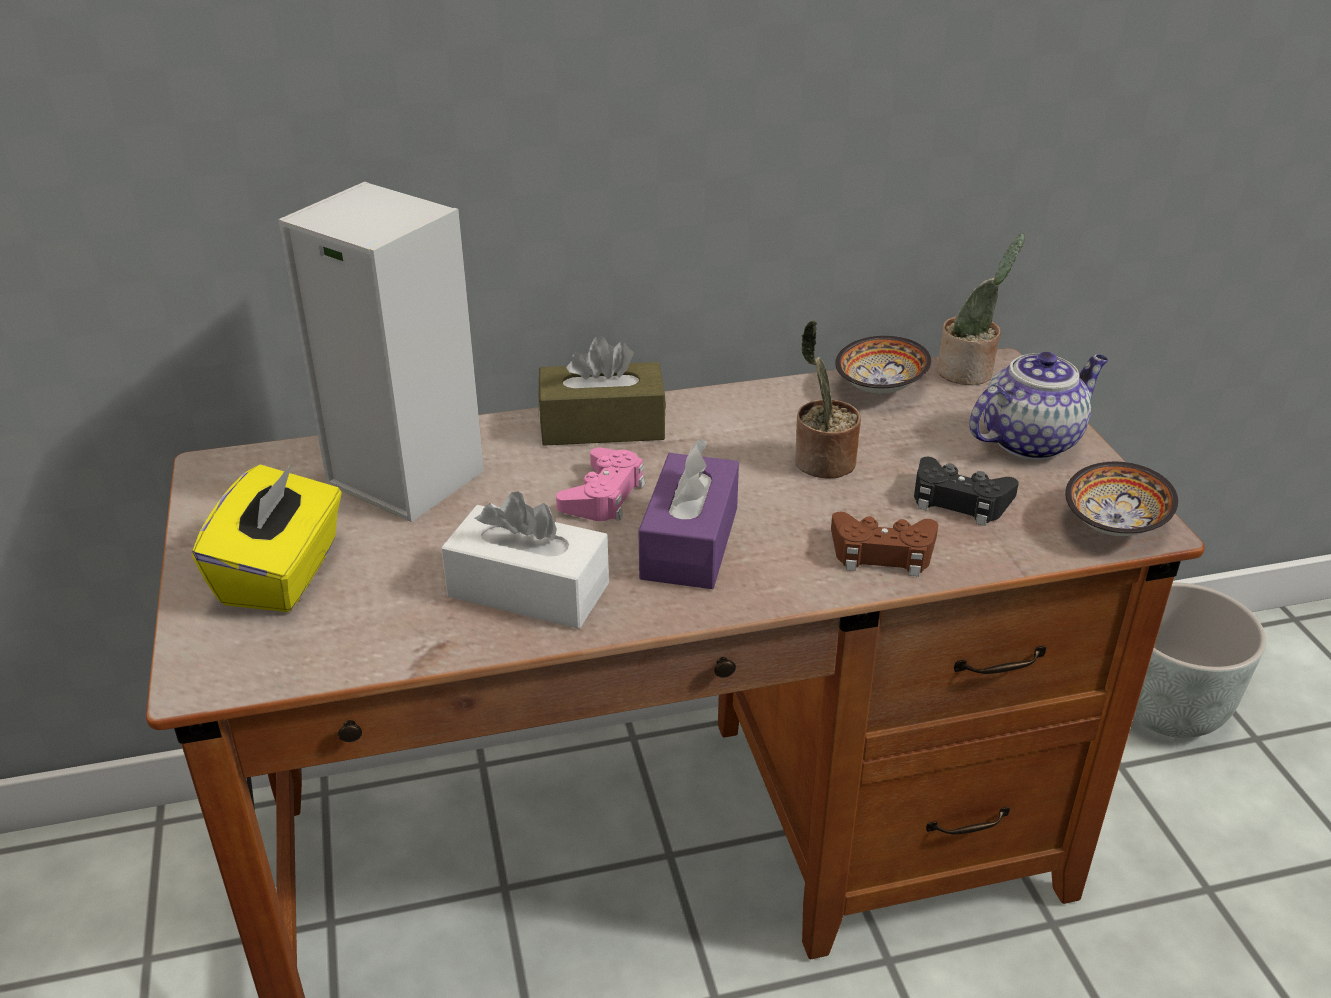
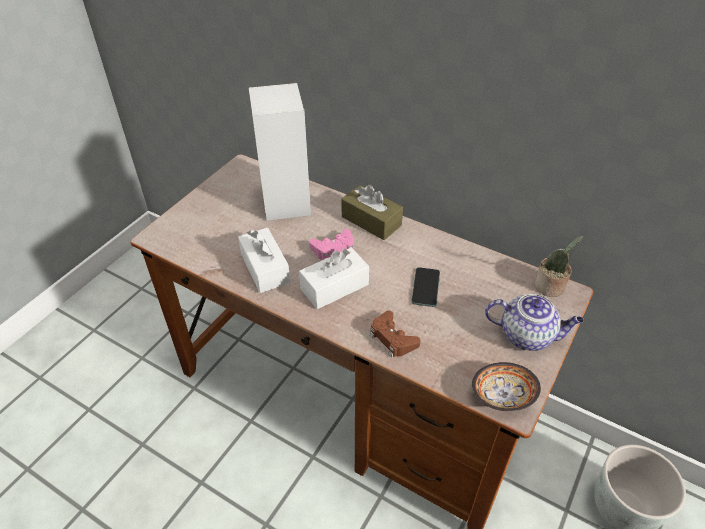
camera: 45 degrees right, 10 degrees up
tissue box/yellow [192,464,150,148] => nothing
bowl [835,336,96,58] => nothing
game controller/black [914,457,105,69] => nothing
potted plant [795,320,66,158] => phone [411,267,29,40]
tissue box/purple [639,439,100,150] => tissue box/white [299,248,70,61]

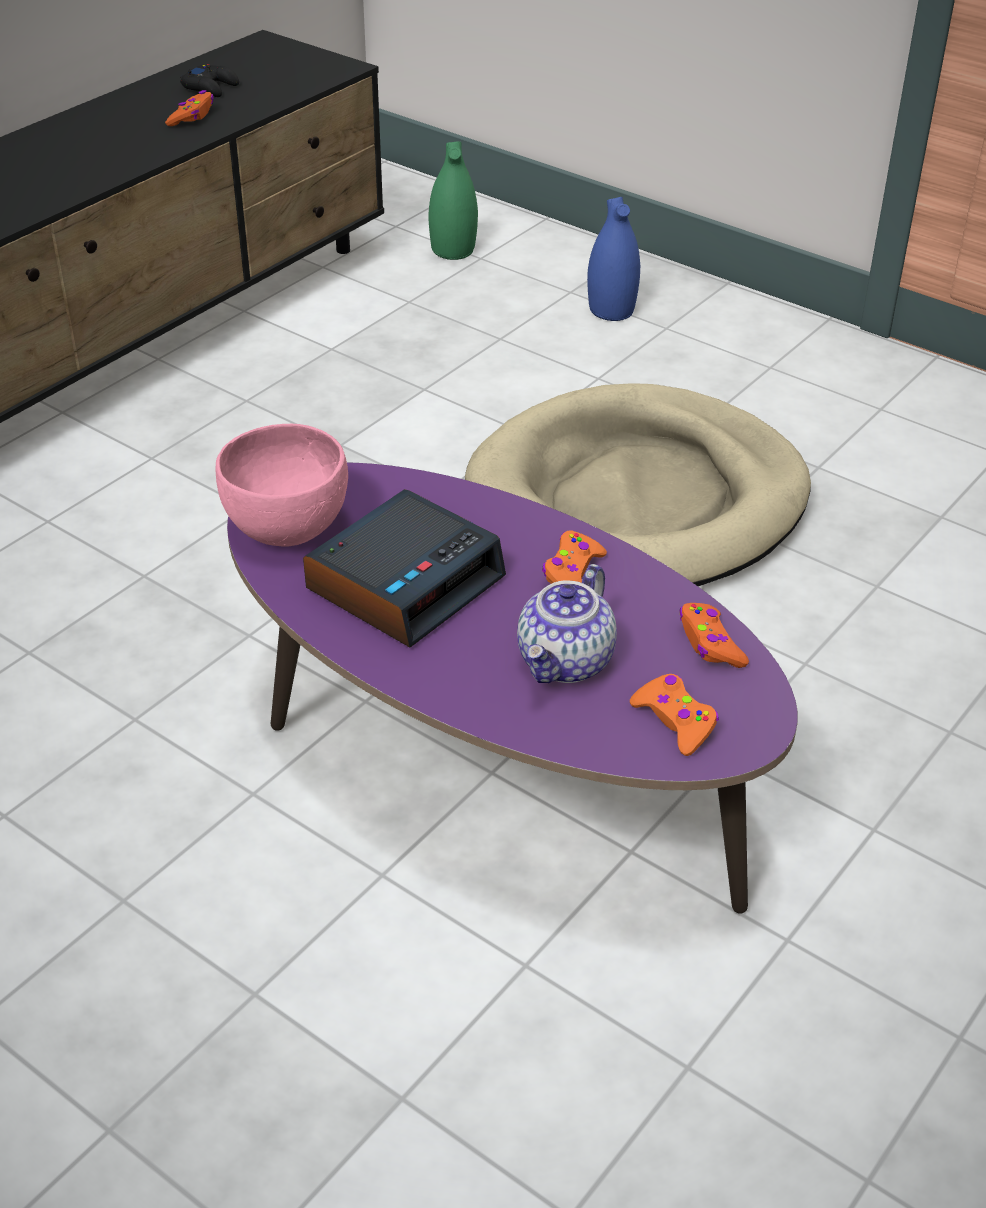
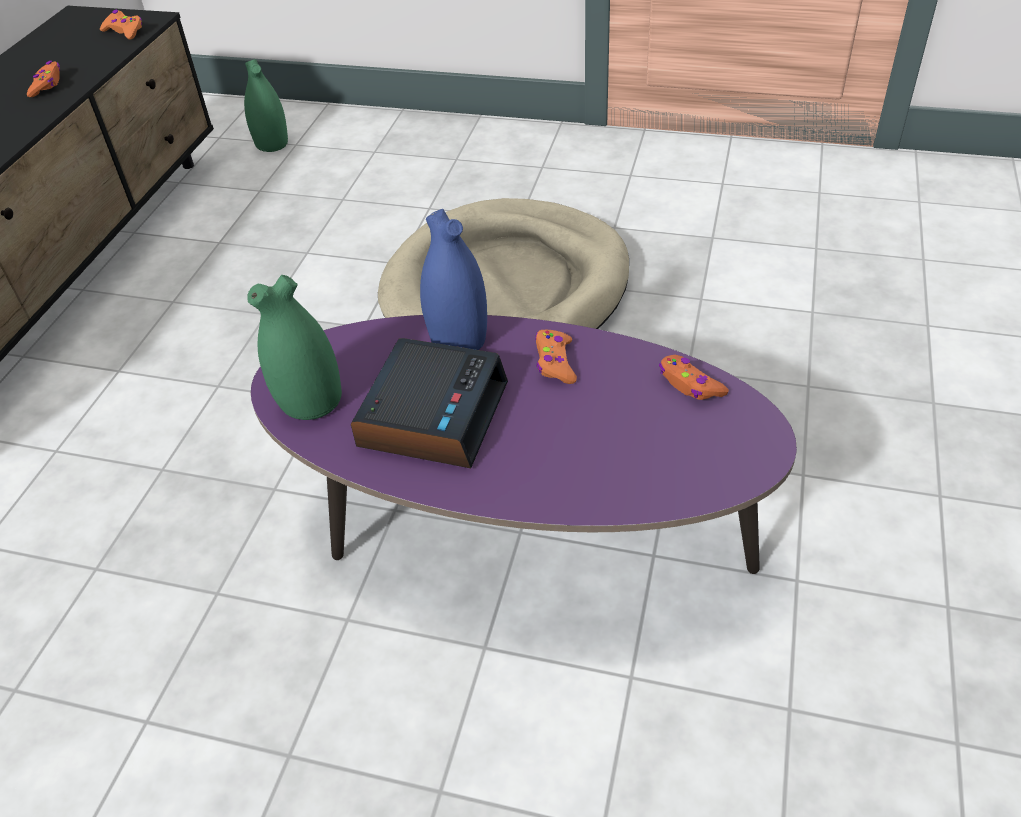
camera: 20 degrees left, 5 degrees up
game controller/black [180,64,59,33] => nothing
teapot [517,564,100,119] => nothing
vase/blue [587,197,53,124] => vase/blue [420,209,67,141], move
game controller/orange [630,674,89,82] => game controller/orange [100,10,42,30], move
bowl/pink [215,424,133,122] => vase/green [248,275,94,145]

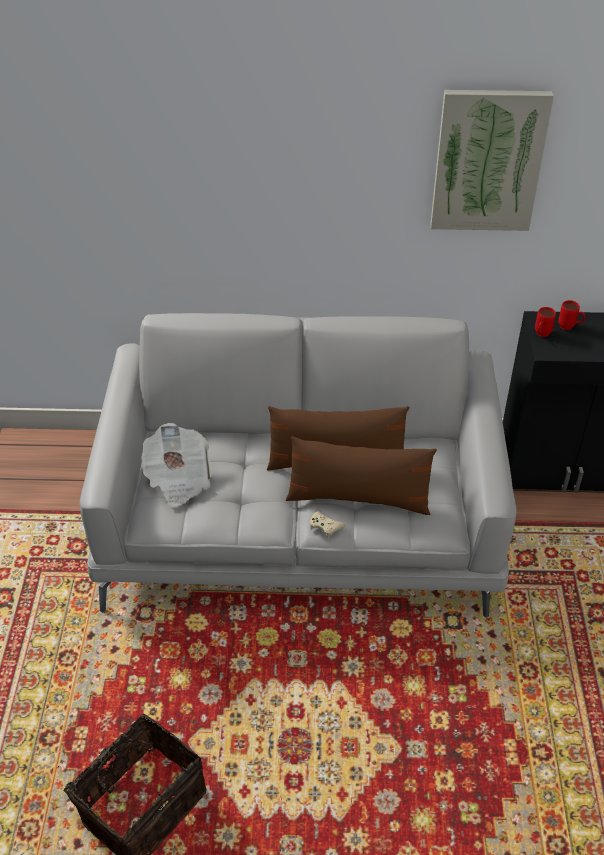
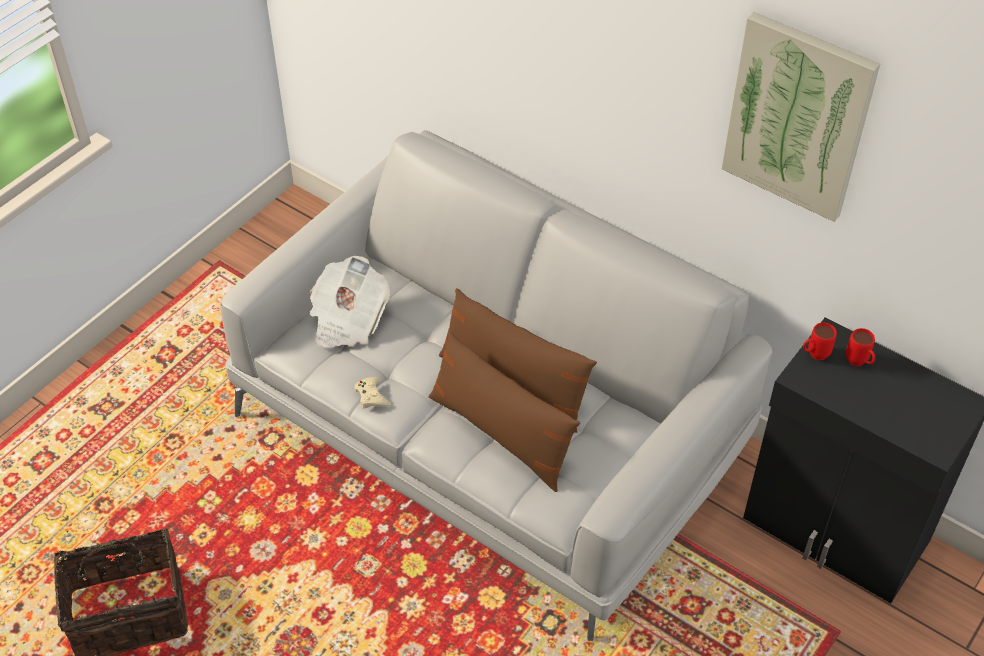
camera: 35 degrees right, 5 degrees up
game controller/beige [310,511,35,27] => game controller/beige [355,377,36,32], move

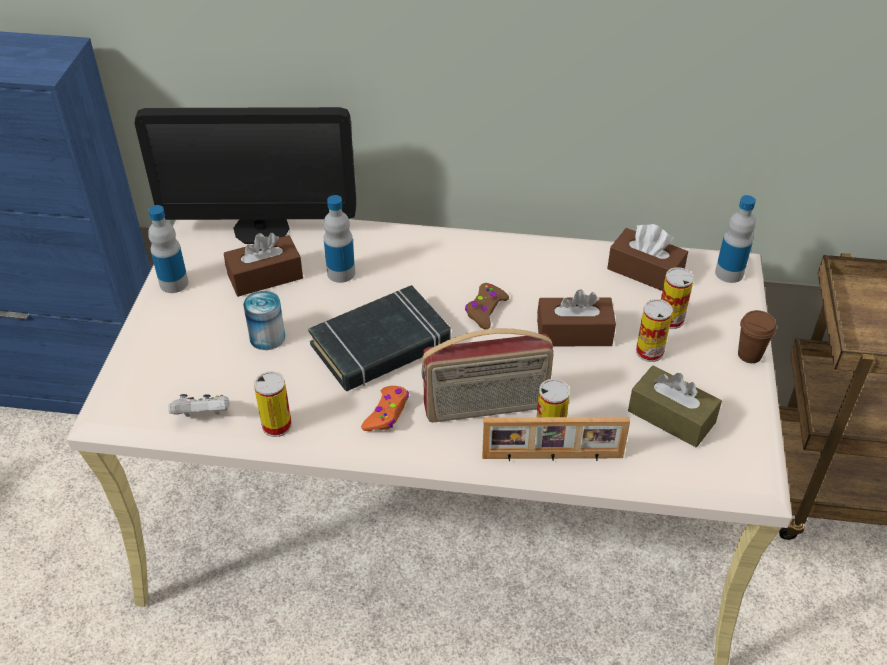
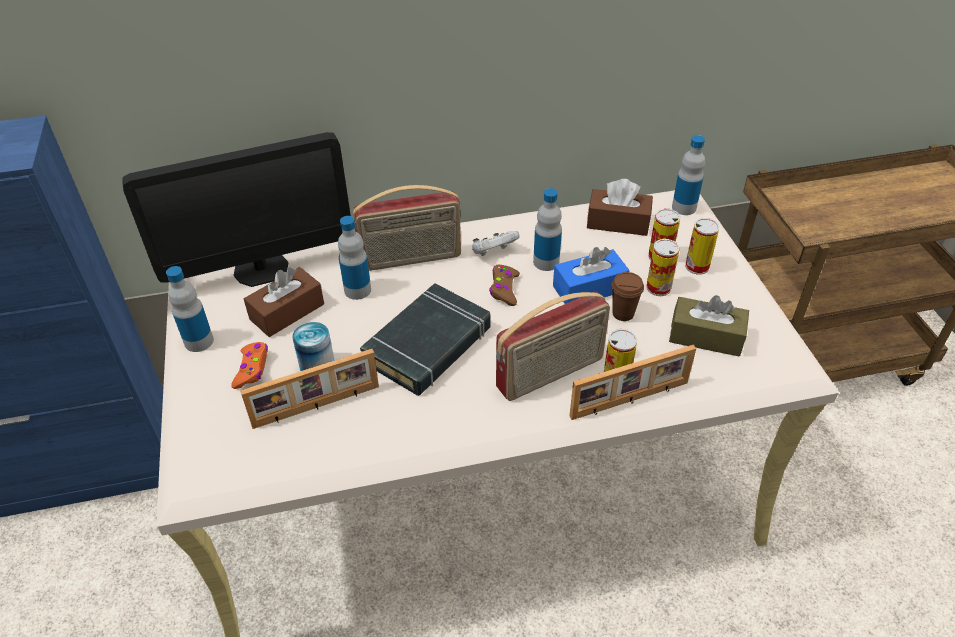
camera: 20 degrees left, 0 degrees up
nothing => picture frame [240,349,139,80]
nothing => radio [353,185,108,86]
nothing => bottle [533,188,29,83]
game controller/white [168,394,62,23] => game controller/white [472,231,48,25], move
can [254,371,38,66] => can [685,218,35,57], move
game controller/orange [361,386,48,45] => game controller/orange [231,342,37,47], move
cup/brown [738,310,38,53] => cup/brown [611,272,33,49], move
tissue box/brown [537,289,79,57] => tissue box/blue [553,247,77,57]

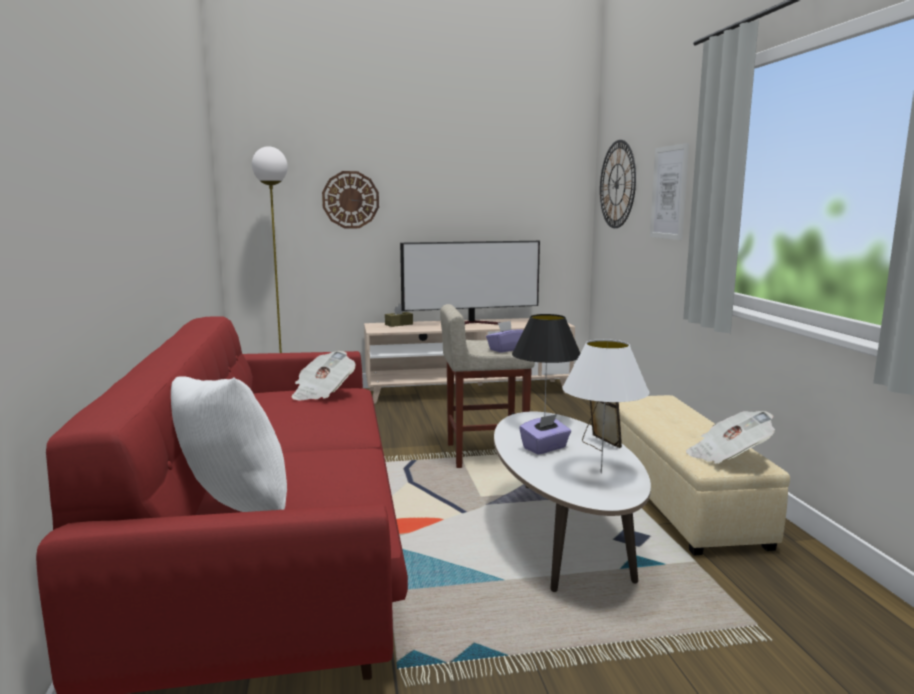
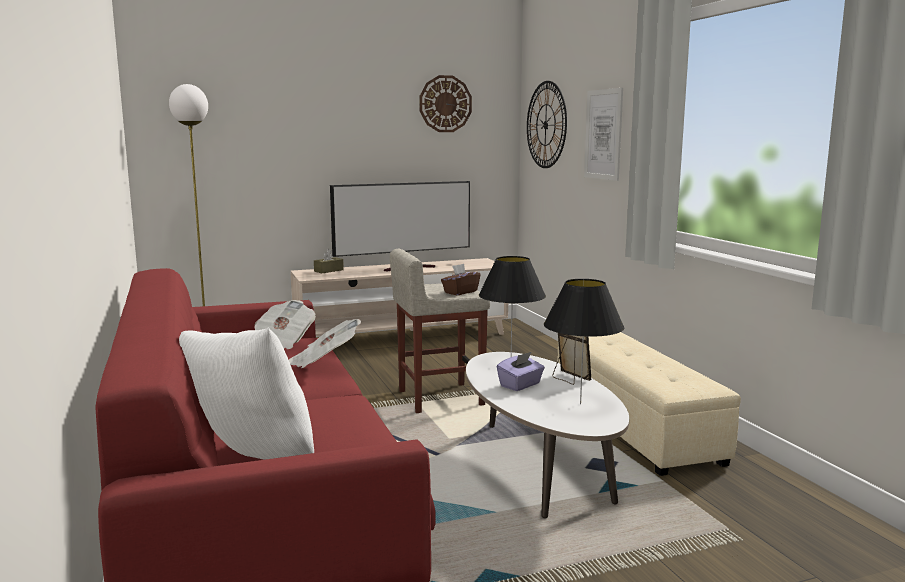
camera: 10 degrees left, 0 degrees up
wall clock [322,171,57,57] => wall clock [419,75,53,57], move
newspaper [686,411,89,53] => newspaper [289,319,72,49], move
tissue box/purple [486,321,38,32] => tissue box/brown [441,264,40,31]
table lamp/white [562,339,88,134] => table lamp/black [544,279,80,125]

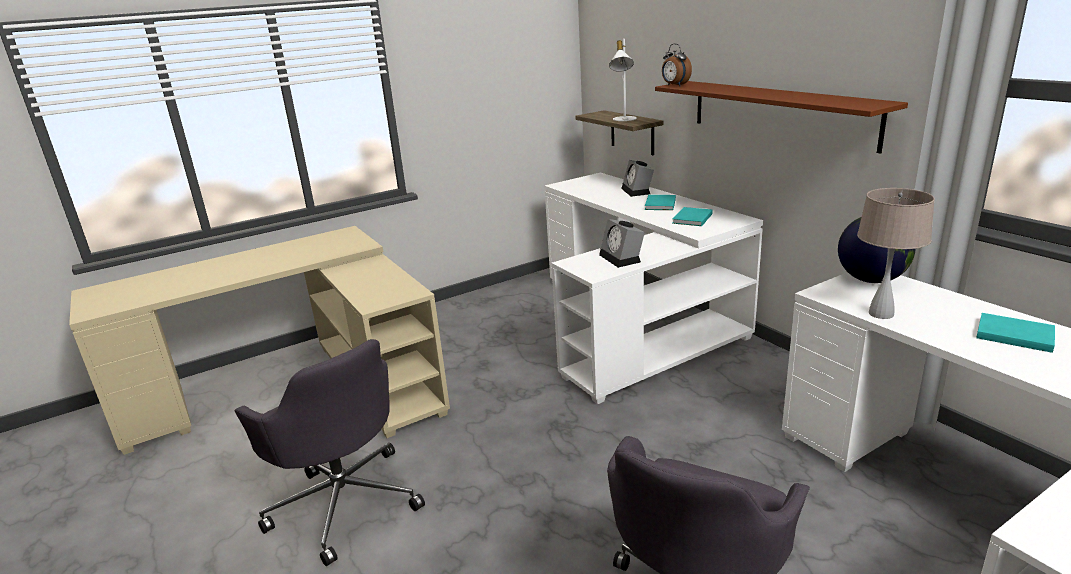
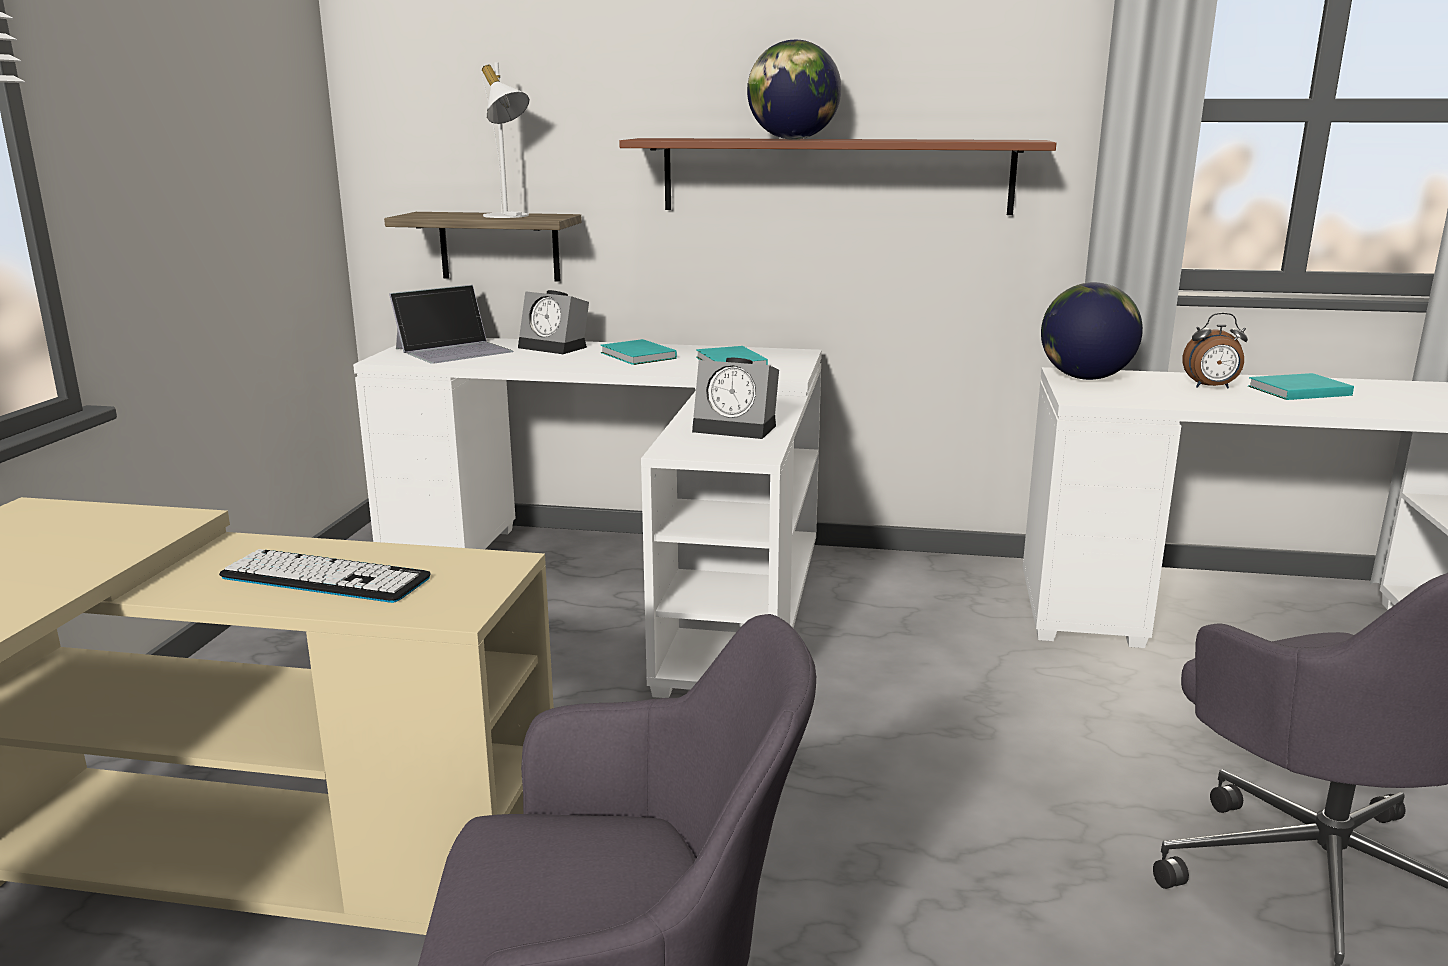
camera: 50 degrees left, 5 degrees down
table lamp/beige [857,188,78,131] => nothing
nothing => keyboard [219,549,212,54]
nothing => laptop [389,285,125,79]
nothing => globe [747,40,94,99]
alarm clock [662,44,30,42] => alarm clock [1183,313,65,76], move

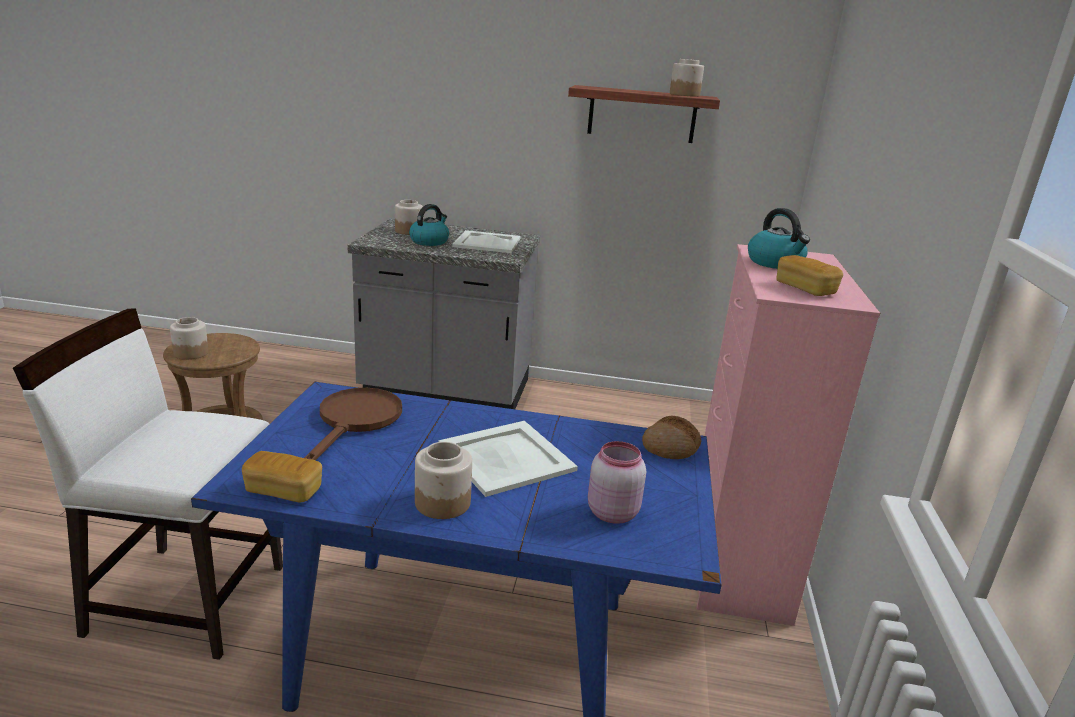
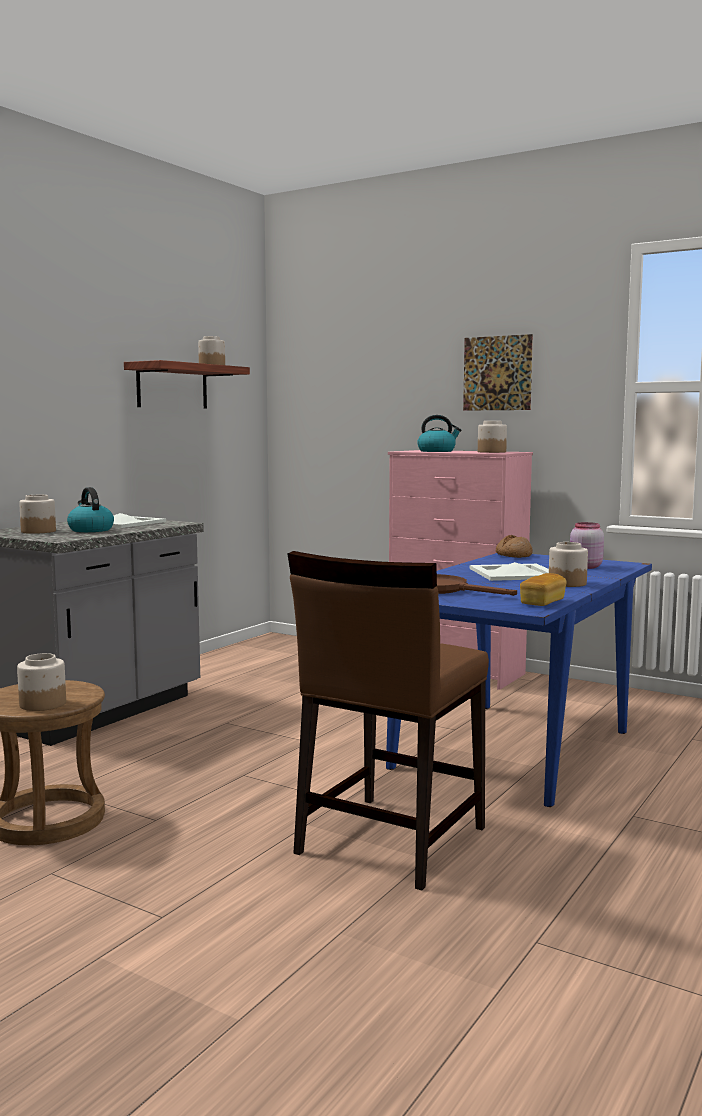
camera: 65 degrees left, 15 degrees down
nothing => picture [463,334,70,77]
bread [776,255,67,41] => jar [478,421,29,32]
chair/white [13,308,270,352] => chair/brown [287,551,202,339]

